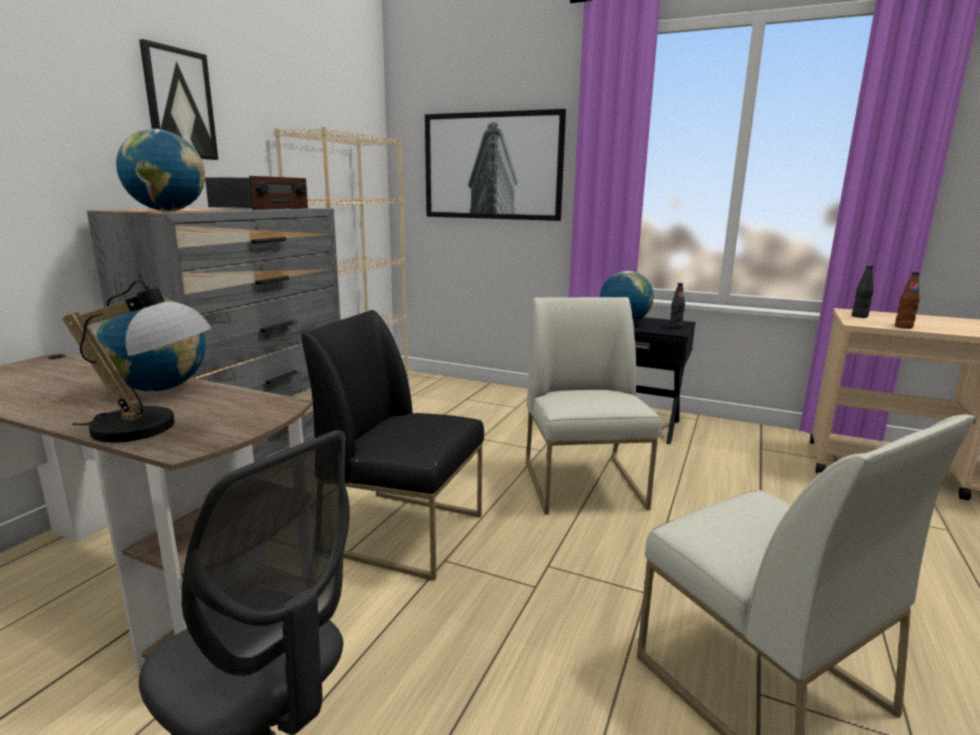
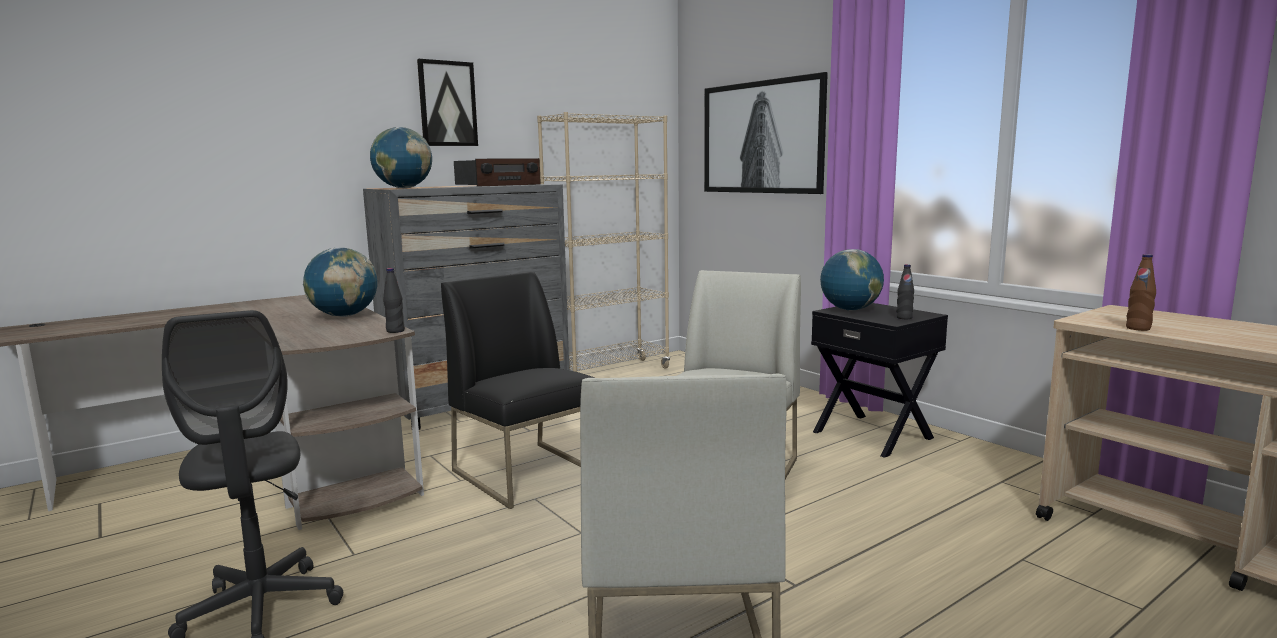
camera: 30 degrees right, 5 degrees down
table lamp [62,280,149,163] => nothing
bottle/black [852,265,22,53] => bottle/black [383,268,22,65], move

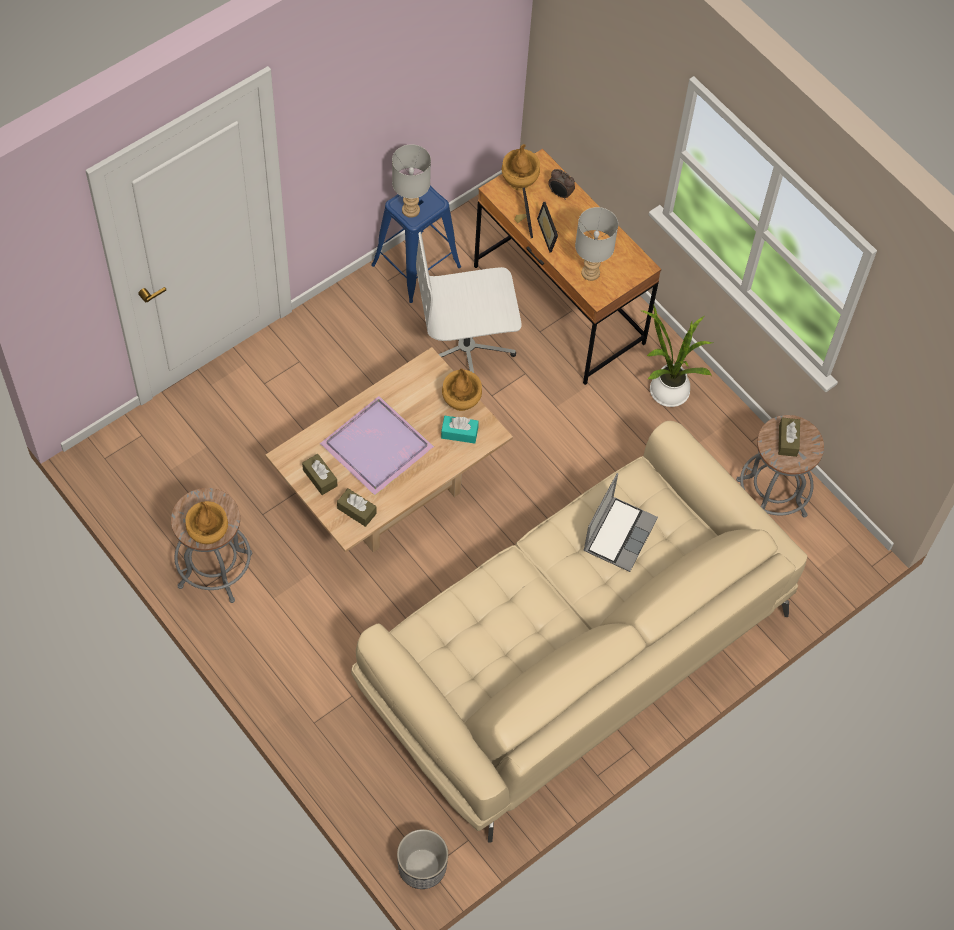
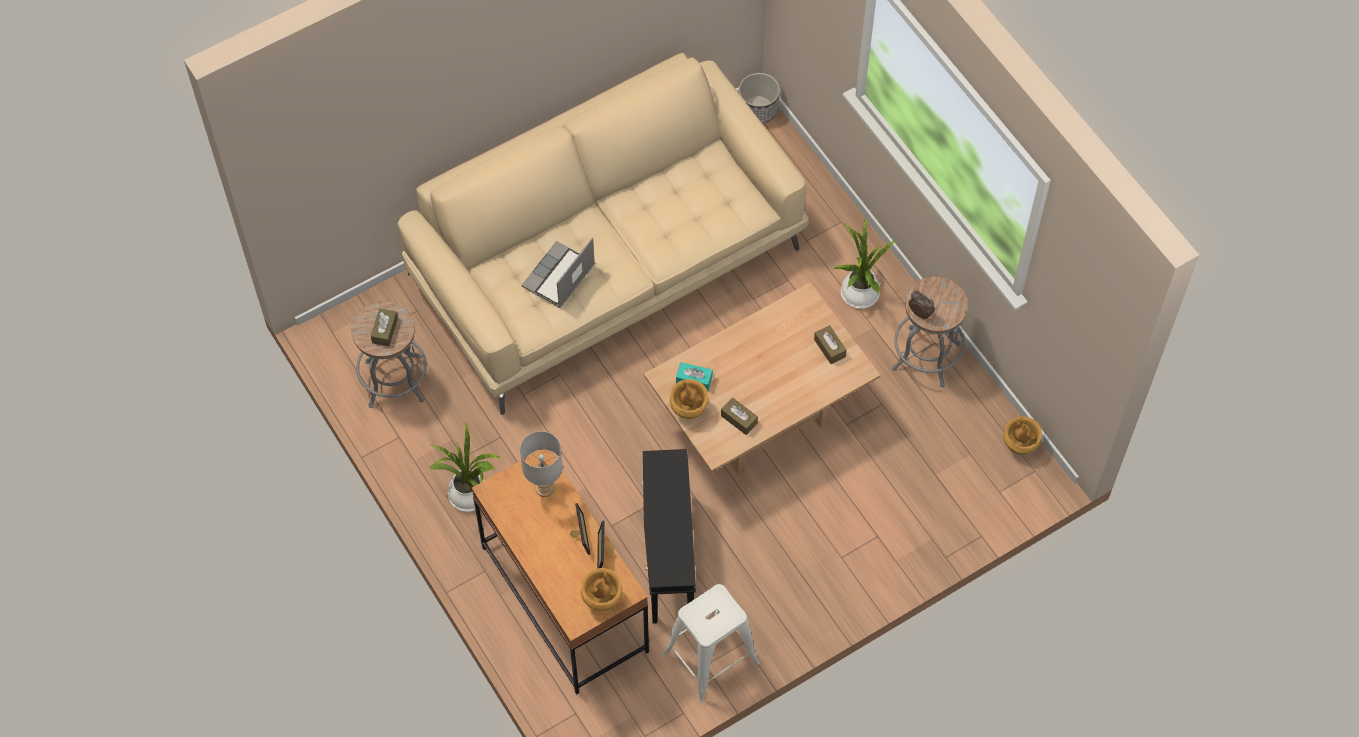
camera: 170 degrees left, 0 degrees up
tray/purple [320,396,114,99] => nothing
table lamp/grey [392,144,39,74] => nothing
nothing => potted plant [834,219,62,90]
vase/brown [185,501,43,43] => vase/brown [1004,416,38,39], move
tissue box/brown [337,488,40,39] => tissue box/brown [721,397,37,38], move
alarm clock [548,169,27,31] => alarm clock [909,290,26,30], move
office chair/white [416,232,106,141] => side table/black [641,449,55,175]
stool/blue [371,186,90,117] => stool/white [663,584,97,119]

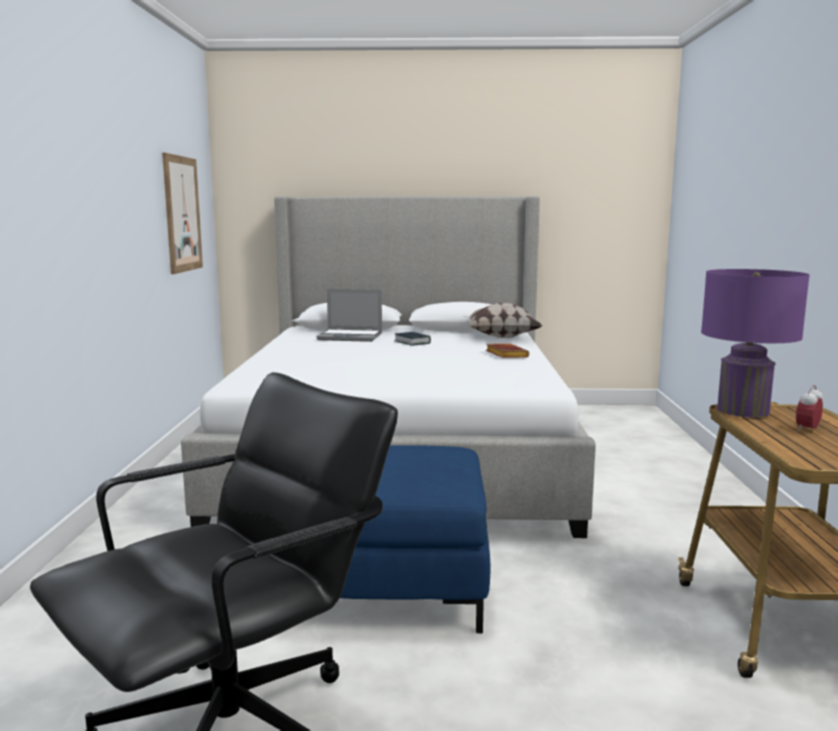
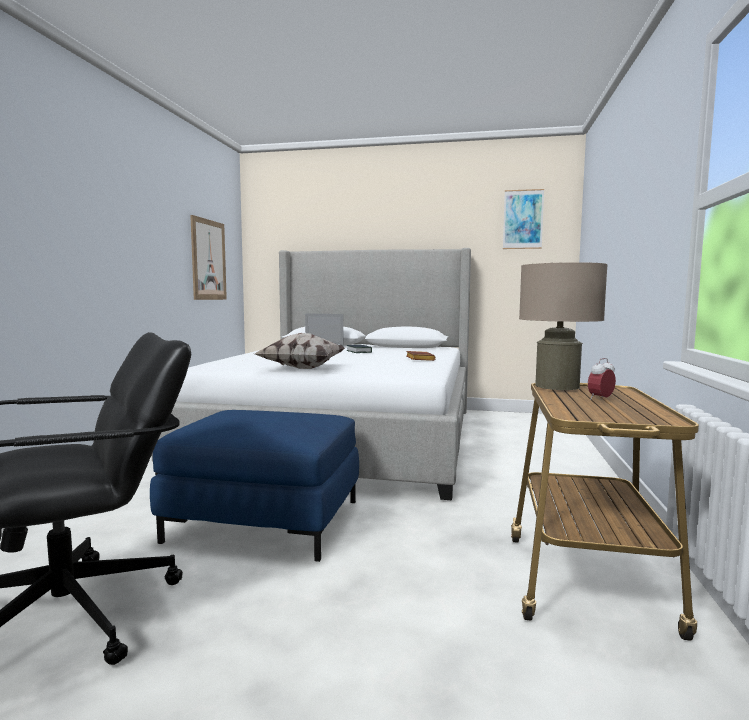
camera: 10 degrees right, 5 degrees down
nothing => picture [503,189,41,60]
pillow [463,303,79,35] => pillow [255,333,89,36], move
table lamp/purple [701,269,109,148] => table lamp/beige [519,262,89,128]

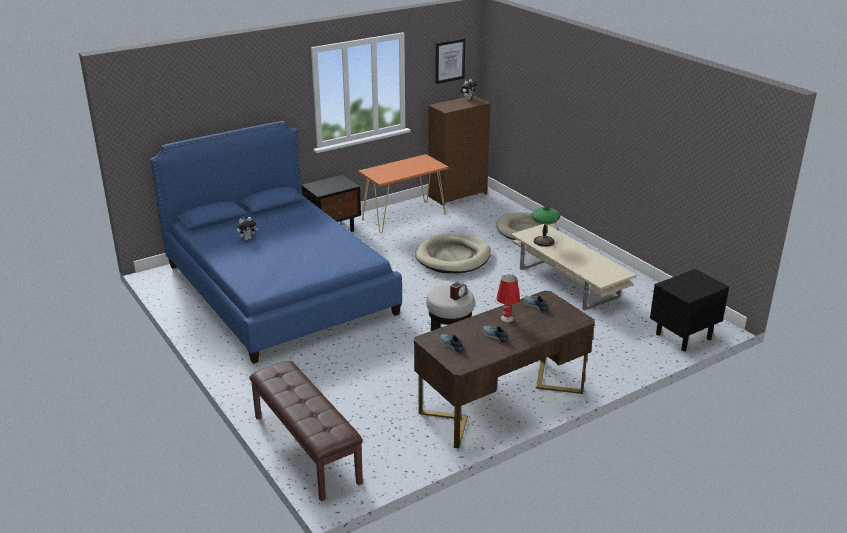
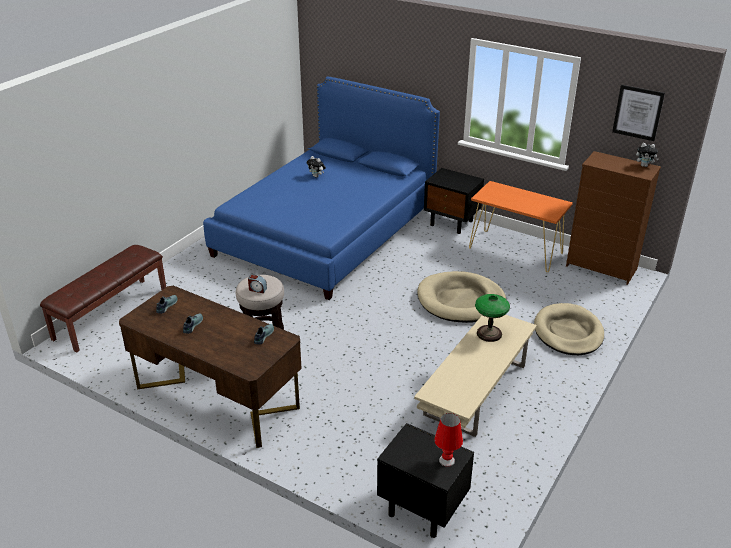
camera: 65 degrees right, 5 degrees up
table lamp/red [496,275,24,47] => table lamp/red [434,413,29,54], move

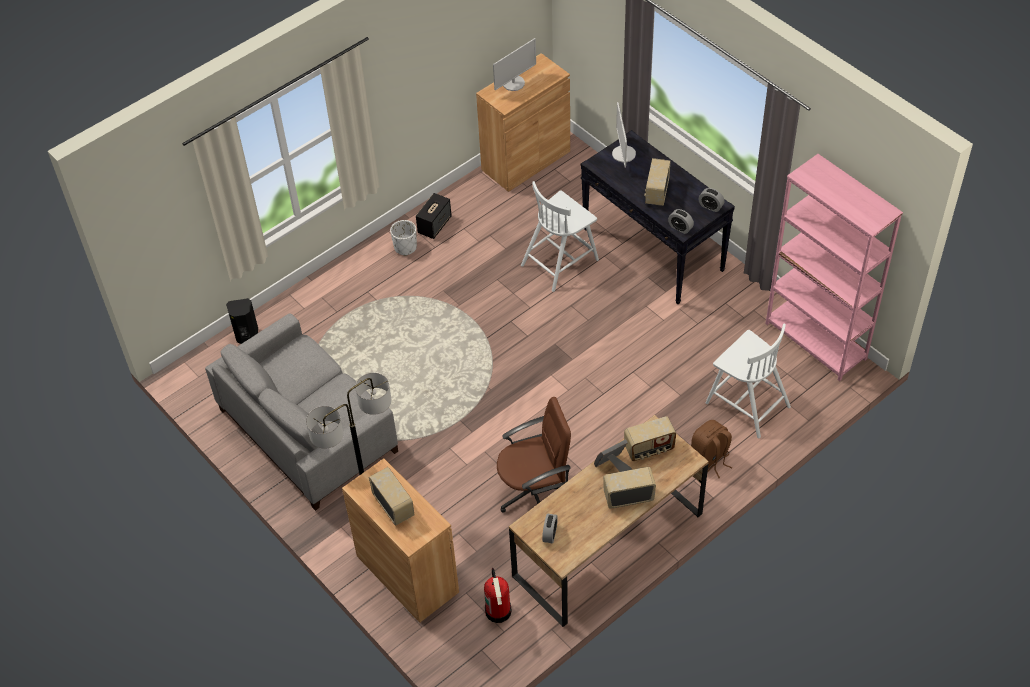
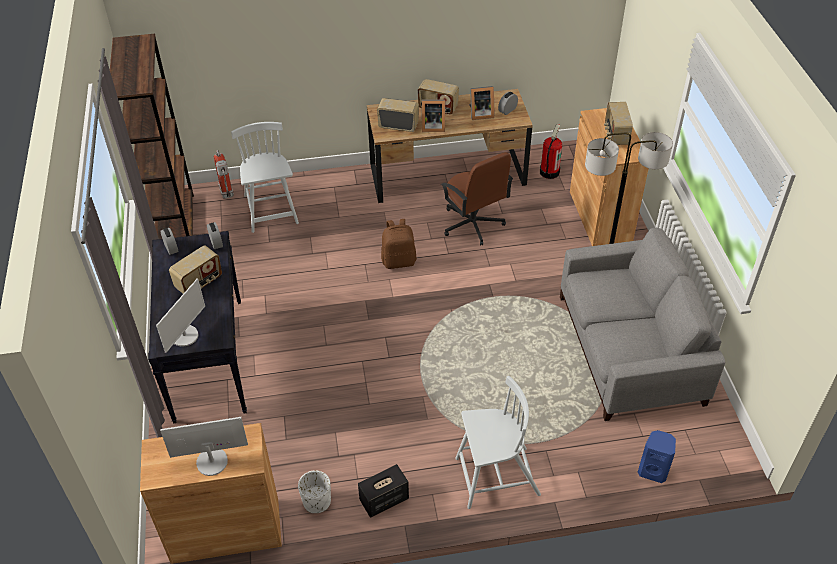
camera: 150 degrees left, 5 degrees down
nothing => fire extinguisher [214,150,20,49]
nothing => picture frame [469,86,25,34]
planter/white [390,220,27,36] => planter/white [298,470,33,43], move
chair/white [521,181,78,111] => chair/white [455,376,86,133], move
backpack/brown [691,420,41,58] => backpack/brown [381,219,36,50], move
speaker/black [226,298,32,46] => speaker/blue [638,430,38,53]
bookcase/pink [766,154,137,227] => bookcase/brown [110,34,84,205]
office chair/brown [497,397,74,116] => office chair/brown [441,152,72,93], 135 degrees counterclockwise

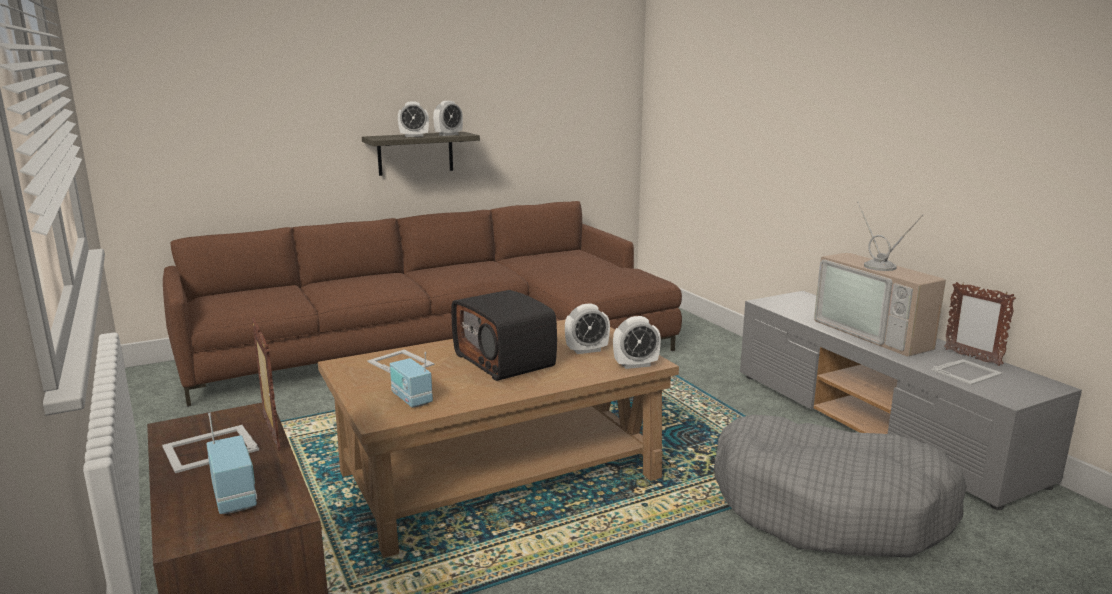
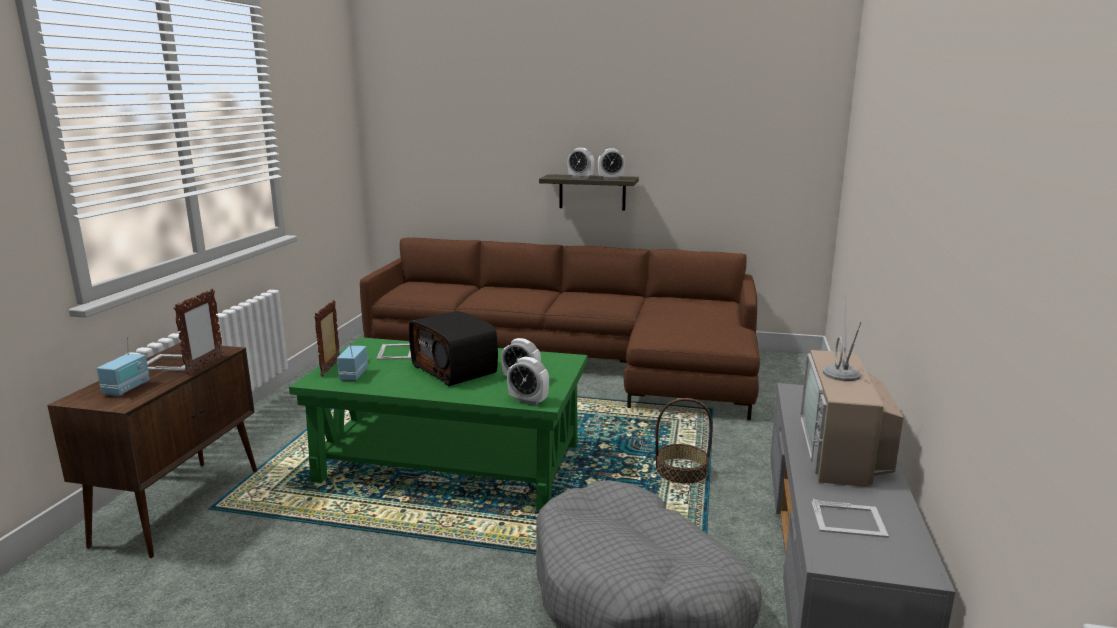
camera: 40 degrees right, 0 degrees up
nothing => basket [655,398,58,86]
picture frame [944,282,72,84] => picture frame [314,300,26,77], move
coffee table/brown [318,320,361,238] => coffee table/green [289,337,299,173]
radio [451,290,106,91] => radio [409,311,89,75], 45 degrees counterclockwise

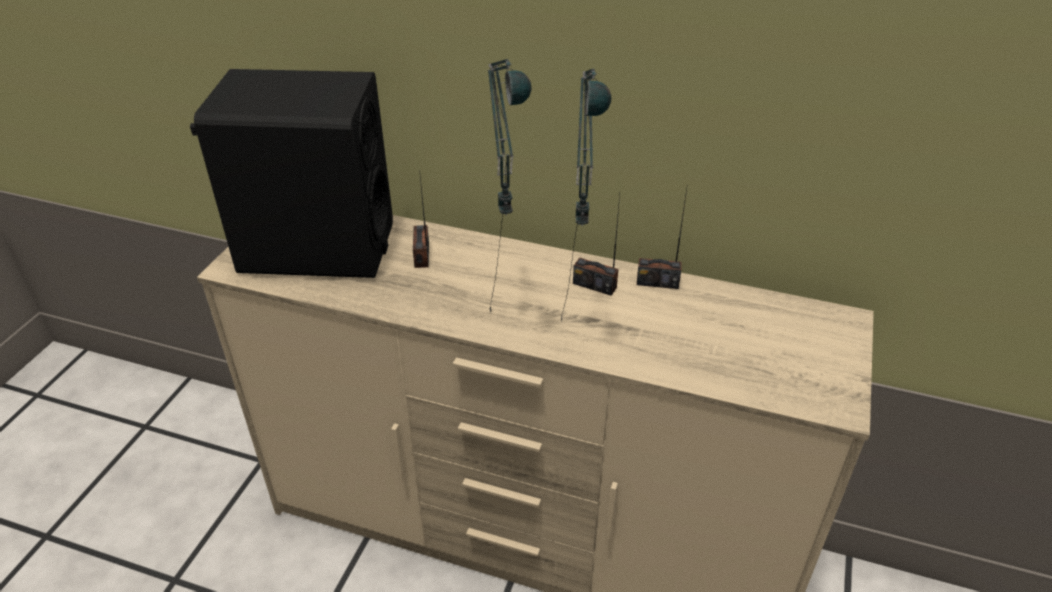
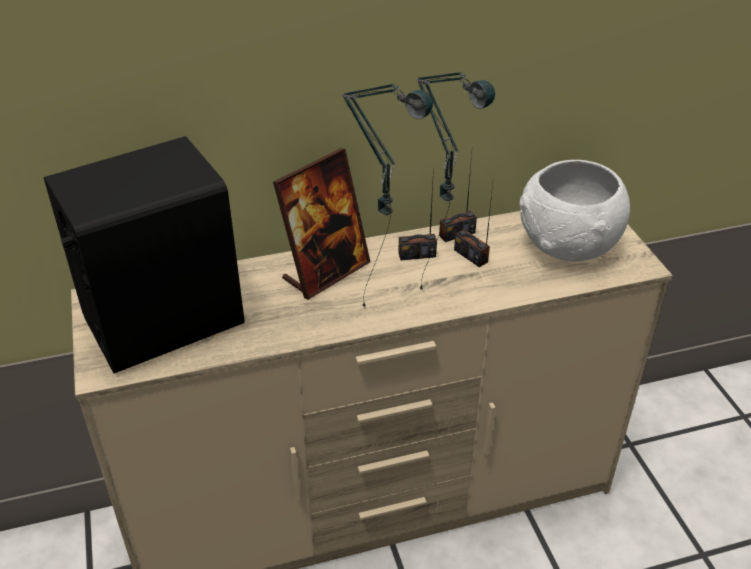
camera: 35 degrees left, 0 degrees up
nothing => picture frame [273,148,97,152]
nothing => bowl/white [520,160,110,102]
radio [413,170,16,98] => radio [454,184,39,83], move

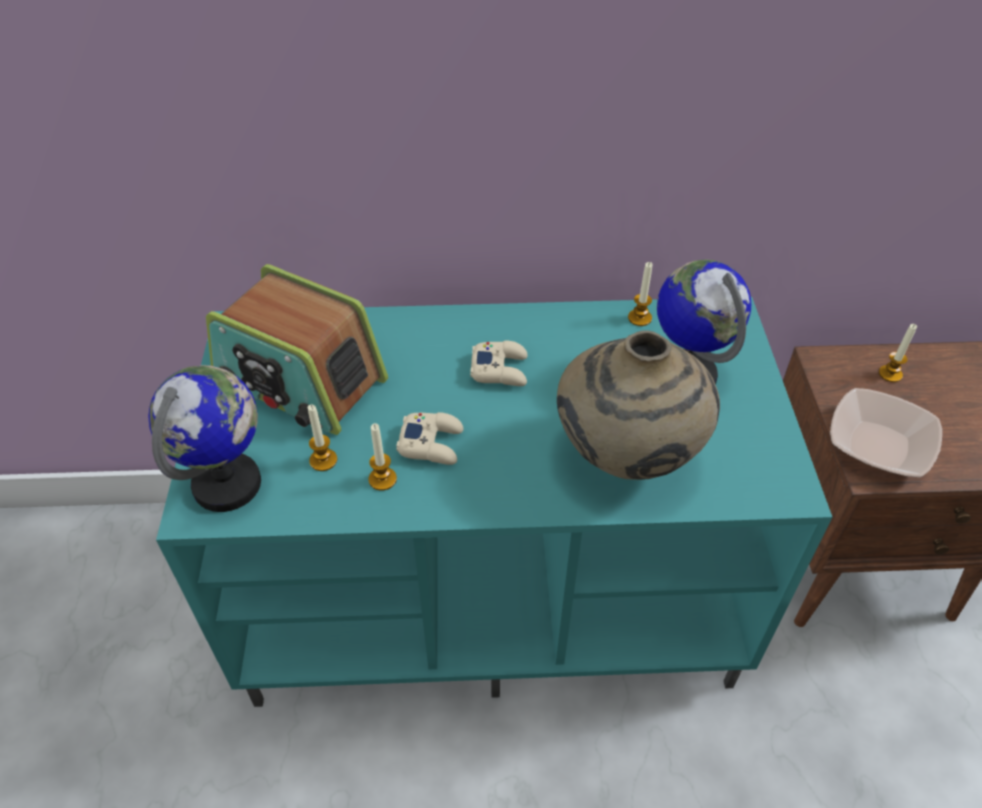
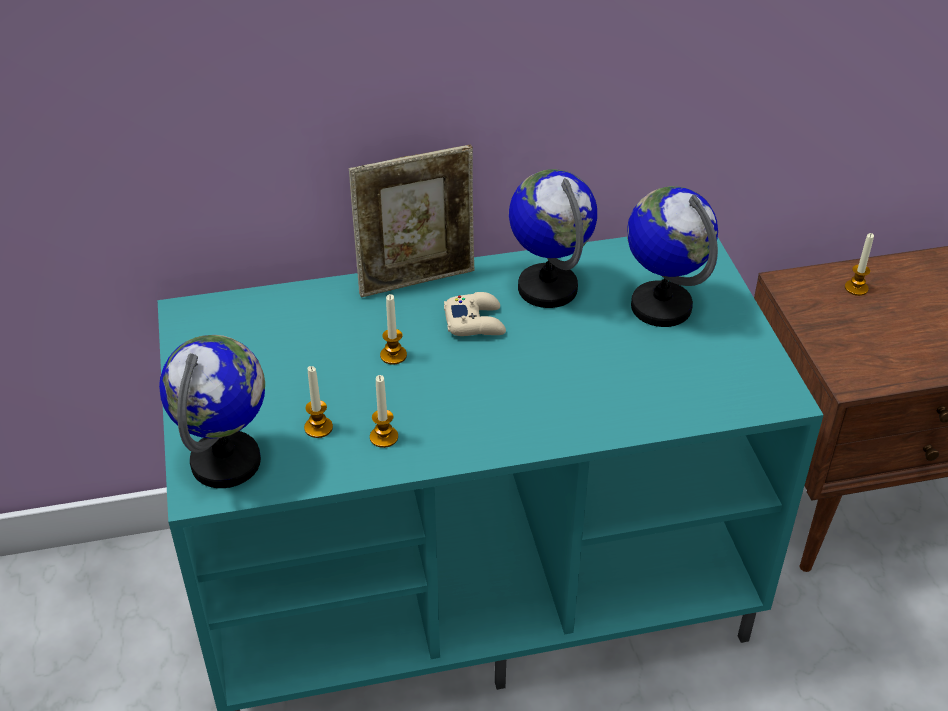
camera: 10 degrees left, 5 degrees down
radio [206,264,182,171] => nothing
game controller/beige [396,412,67,53] => nothing
vase/beige [557,331,163,149] => nothing
bowl [830,388,112,89] => nothing
nothing => picture frame [349,145,125,152]
nothing => globe [509,169,88,139]
candle [628,262,24,64] => candle [380,294,27,71], move

